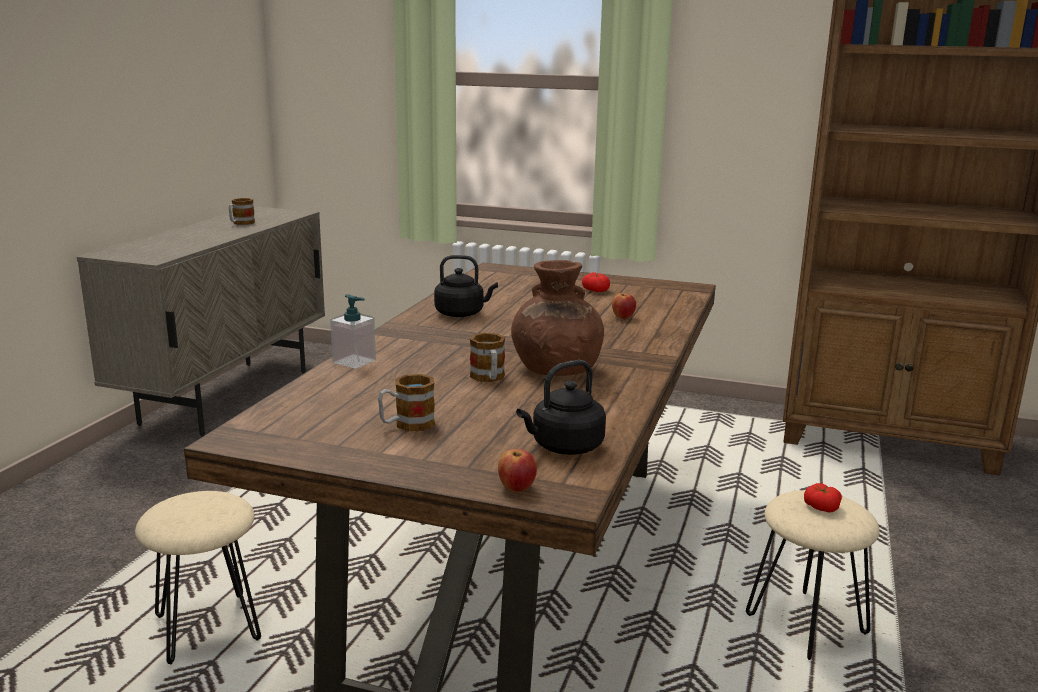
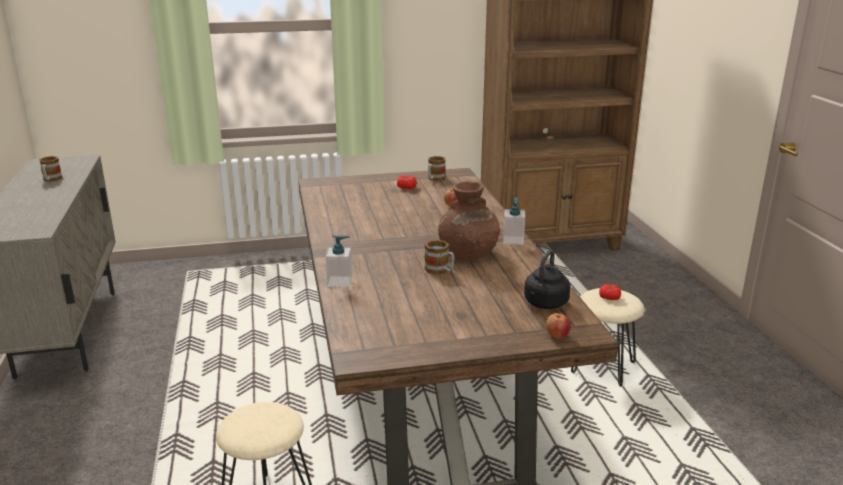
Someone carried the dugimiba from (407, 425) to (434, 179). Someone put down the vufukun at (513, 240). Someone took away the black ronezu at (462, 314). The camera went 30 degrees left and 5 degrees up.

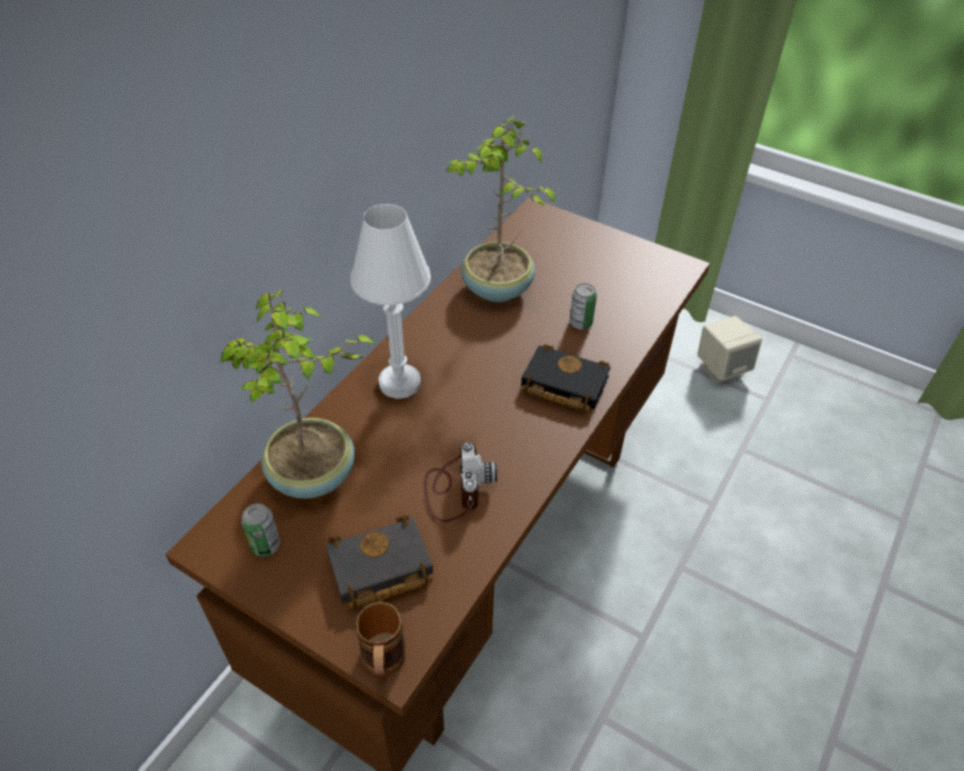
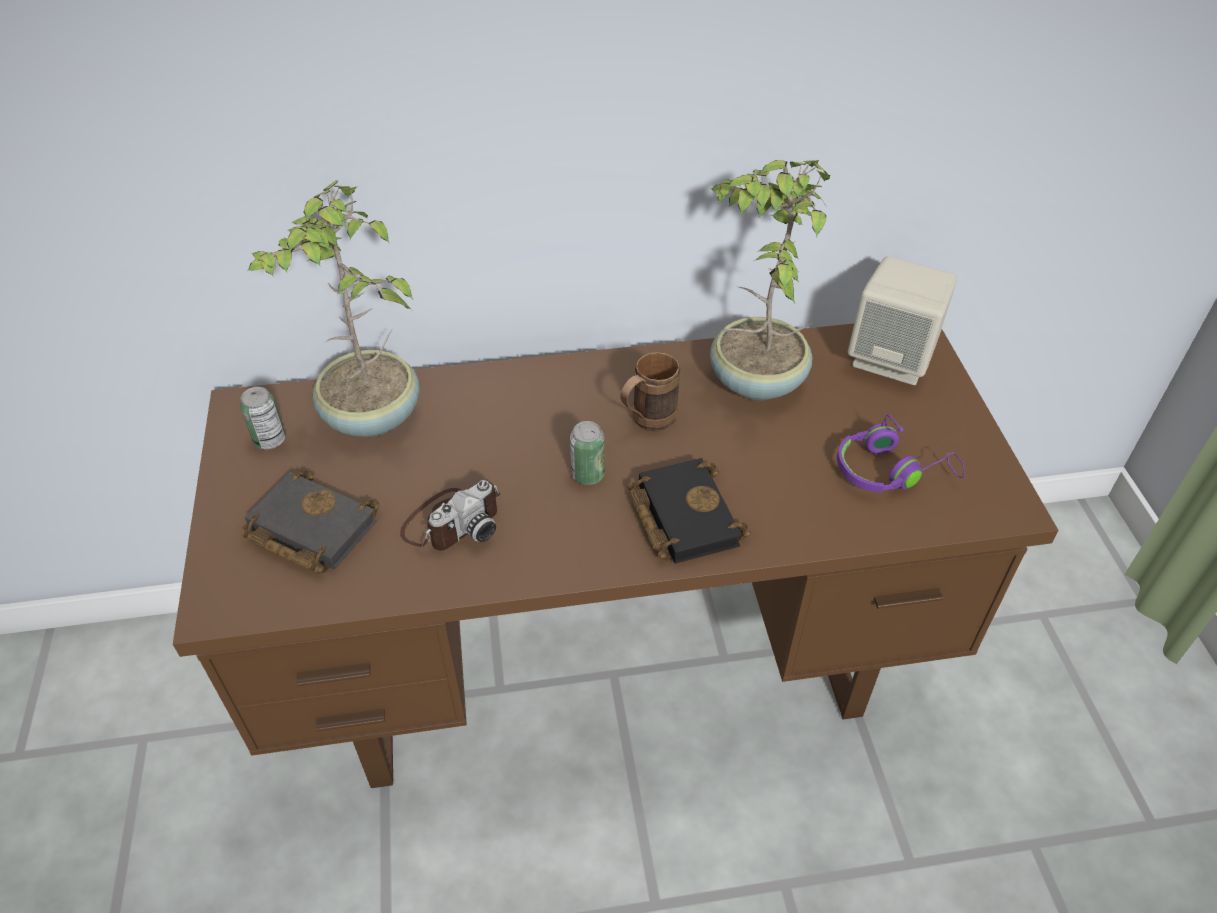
Someone carried the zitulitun from (580, 323) to (588, 475). Someone carried the brown dugimiba from (383, 667) to (646, 422). Someone put down the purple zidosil at (890, 470). Someone carried the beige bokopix from (721, 368) to (892, 358). Someone took away the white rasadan at (400, 383). The camera went 50 degrees right and 0 degrees up.

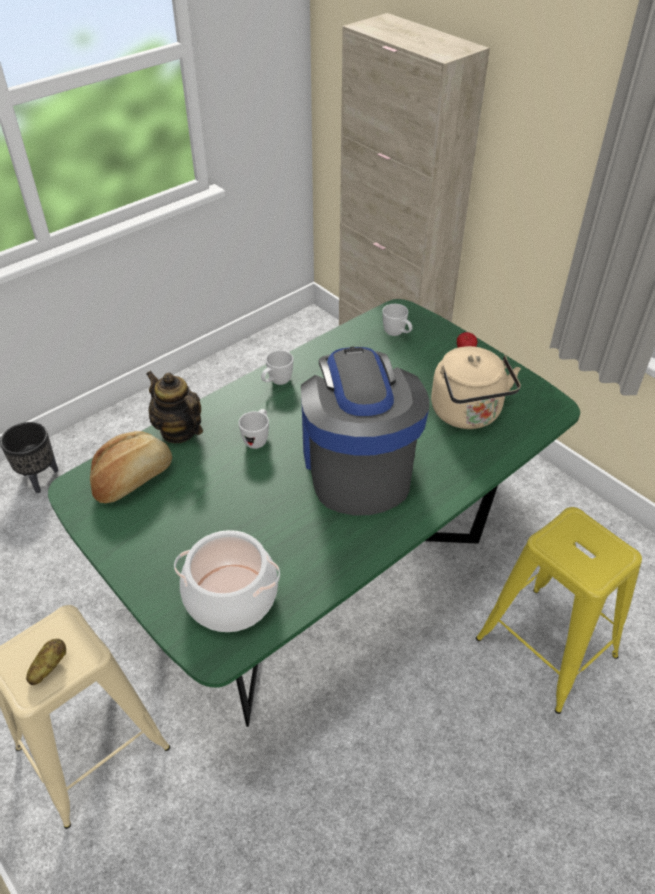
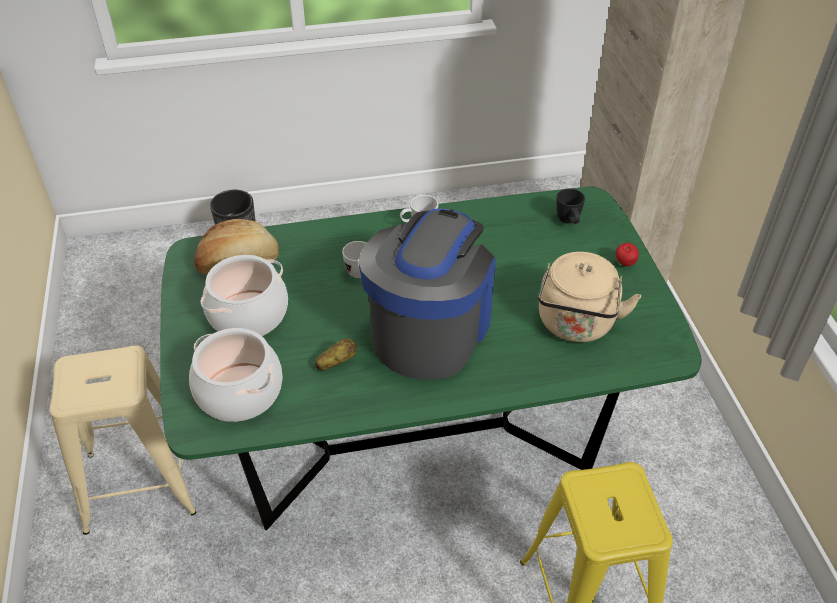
Someone put down the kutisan at (248, 314). Someone carried the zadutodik from (49, 667) to (336, 362). Someone repainted the white dugimiba at (397, 334), which became the black dugimiba at (569, 222). Someone took away the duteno at (178, 431). The camera went 30 degrees right and 0 degrees up.

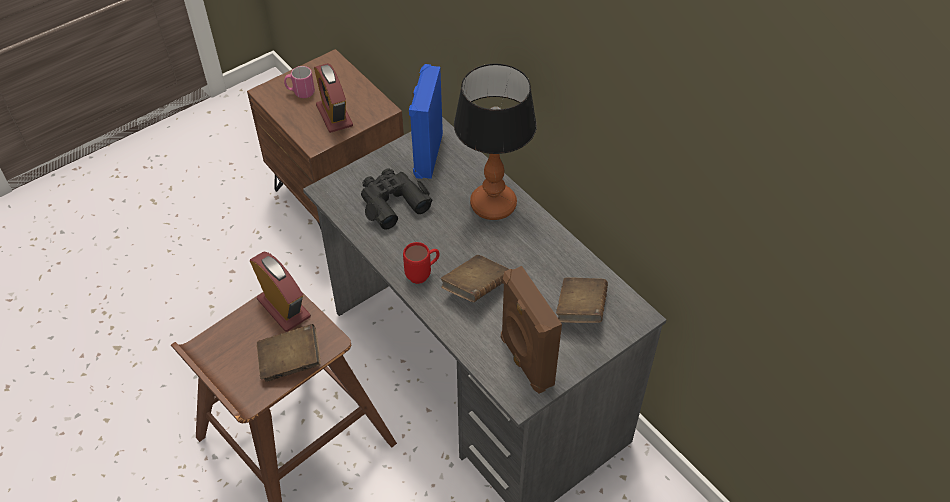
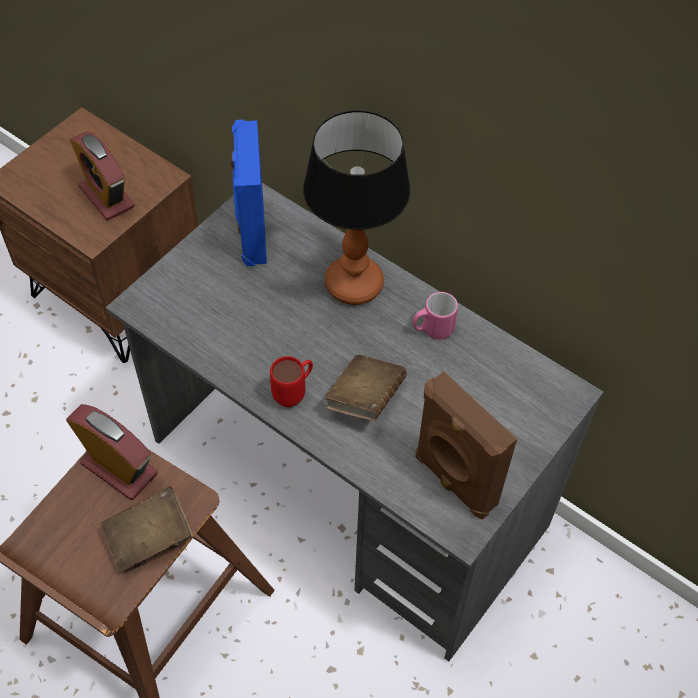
Someone carried the pink dugimiba from (300, 92) to (432, 329). Someone took away the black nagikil at (392, 202). Someone took away the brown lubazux at (580, 310). The camera went 15 degrees left and 5 degrees up.

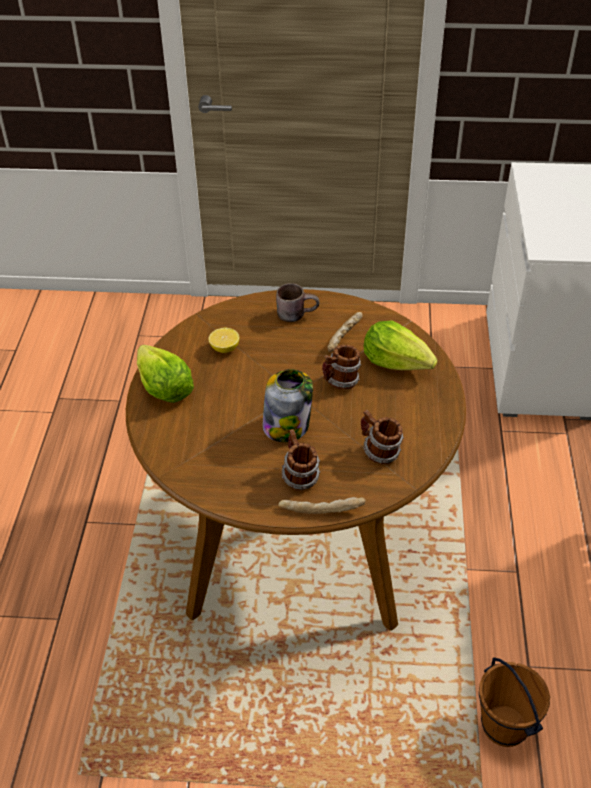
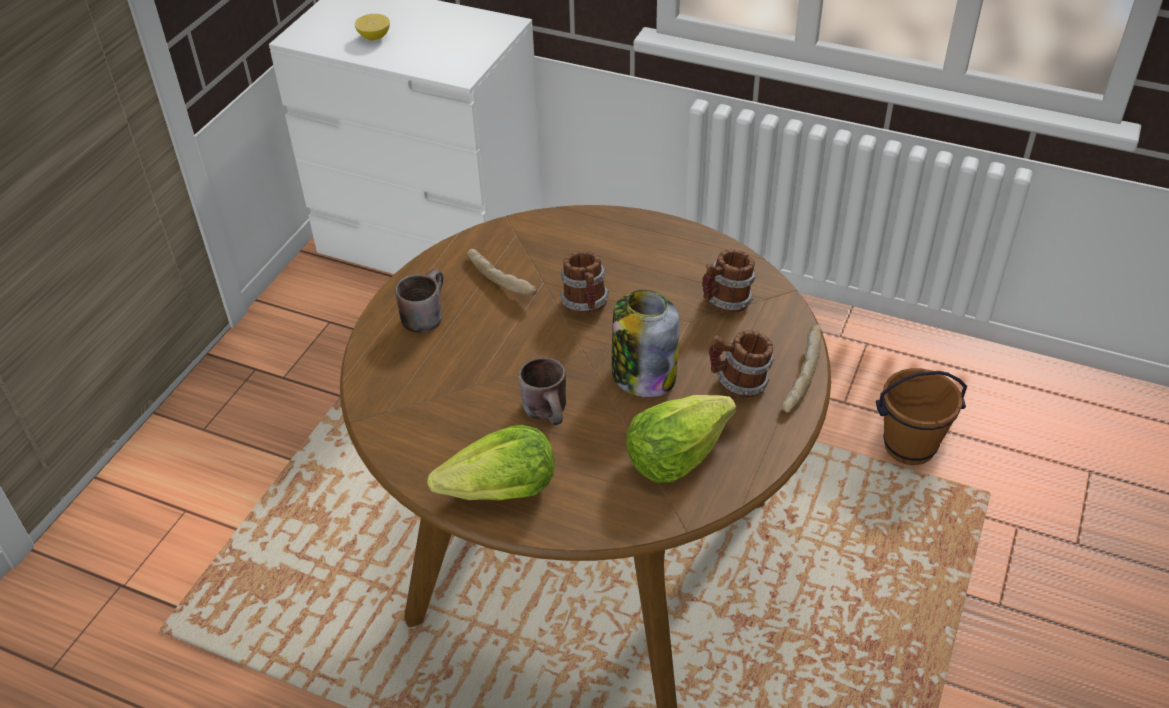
Someone carried the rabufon from (224, 348) to (374, 37). Someone put down the brown dugimiba at (551, 412). Someone carried the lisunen from (397, 362) to (676, 454). The camera went 70 degrees left and 0 degrees up.

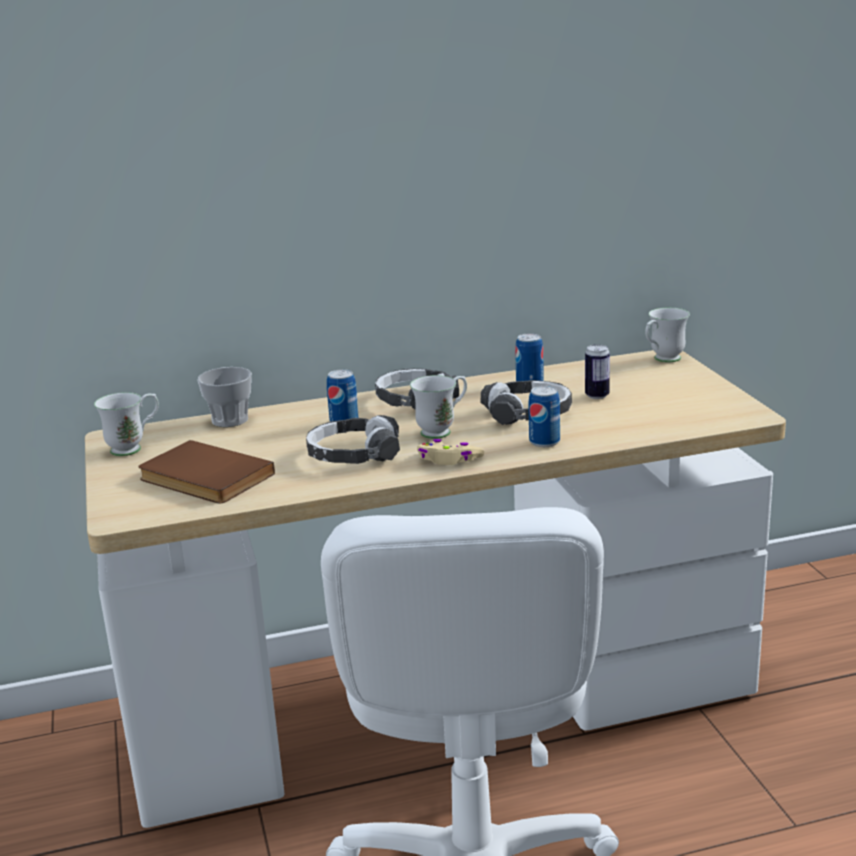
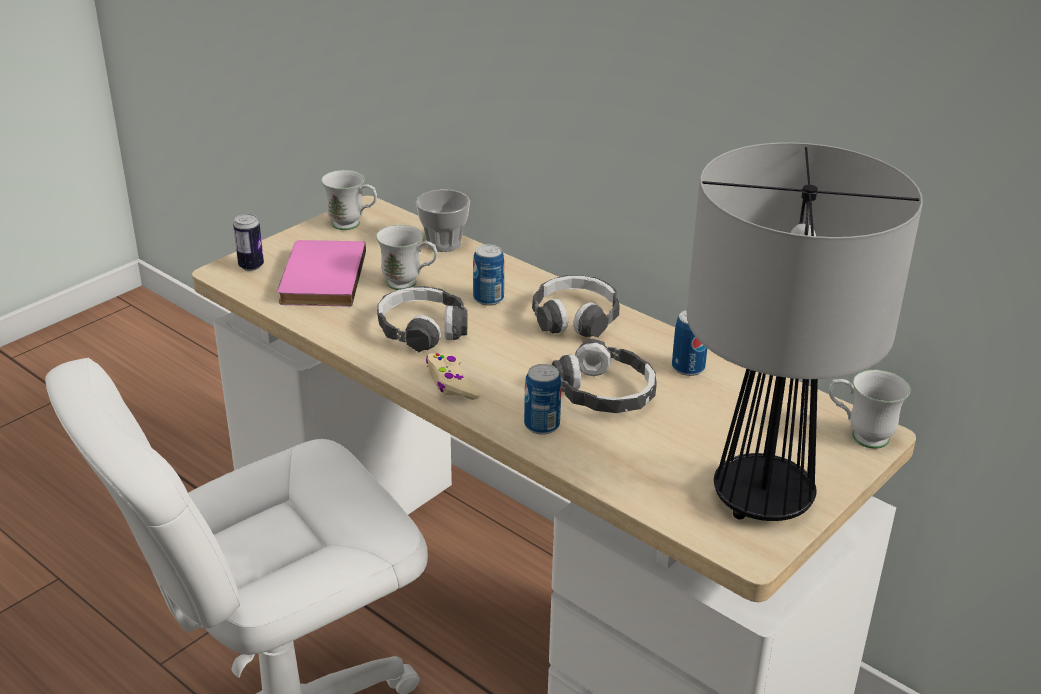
Someone carried the zitulitun from (597, 396) to (251, 266). Someone repainted the brown lubazux at (203, 478), which became the pink lubazux at (319, 277). Someone carried the white dugimiba from (442, 430) to (409, 284). Someone put down the rasadan at (761, 498). The camera went 55 degrees right and 10 degrees up.

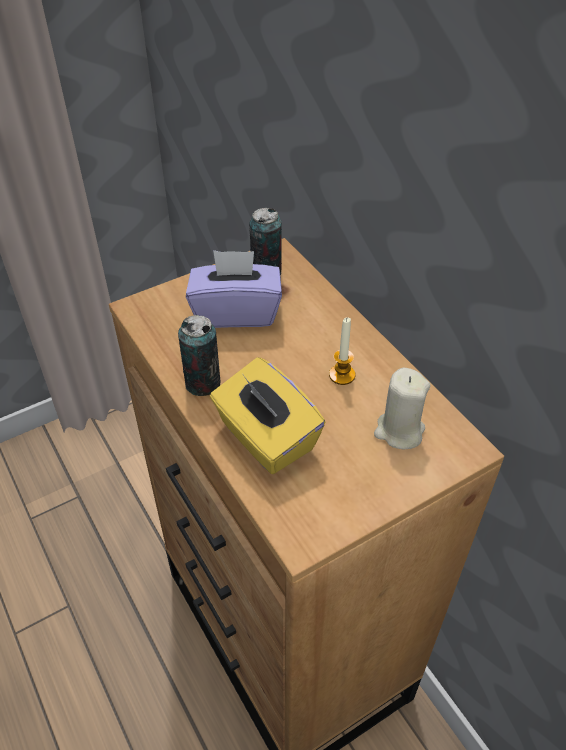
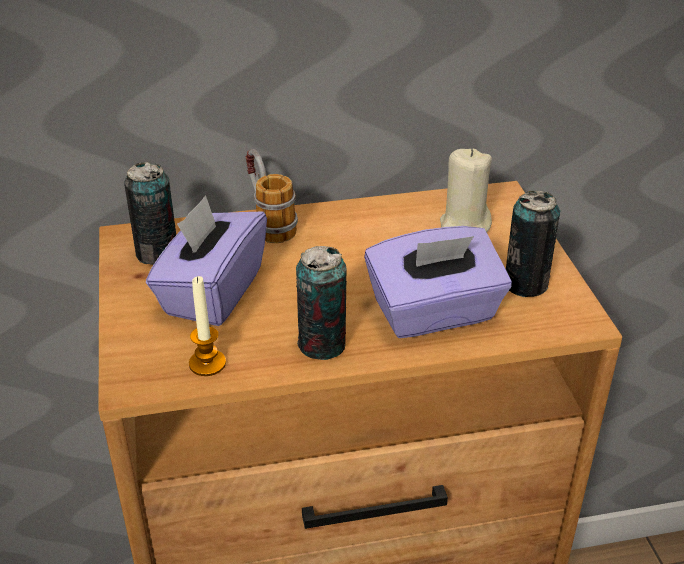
Someone carried the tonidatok from (342, 375) to (207, 363). Someone put down the dugimiba at (268, 222). Someone repainted the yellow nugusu at (266, 438), which became the purple nugusu at (434, 313). Someone put down the zitulitun at (525, 284). The camera went 70 degrees left and 10 degrees down.

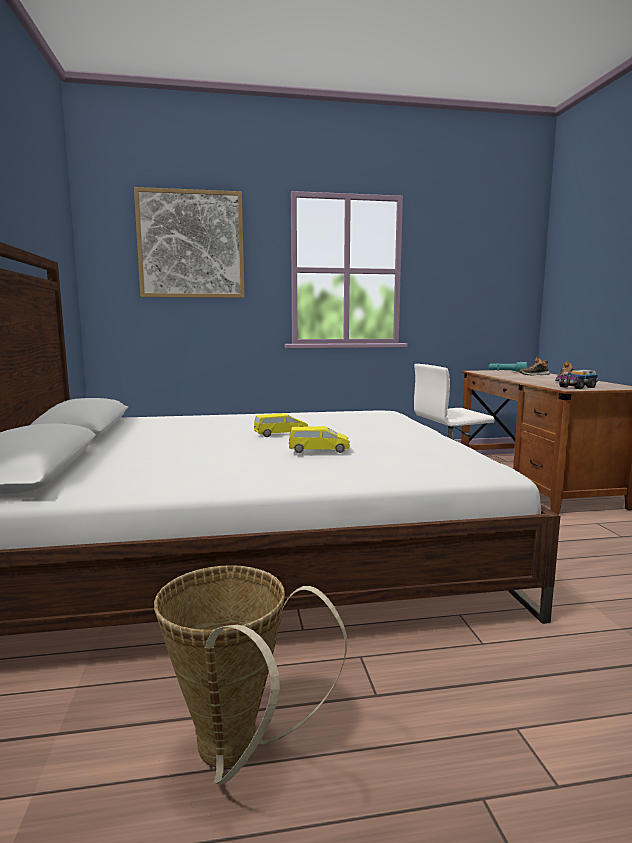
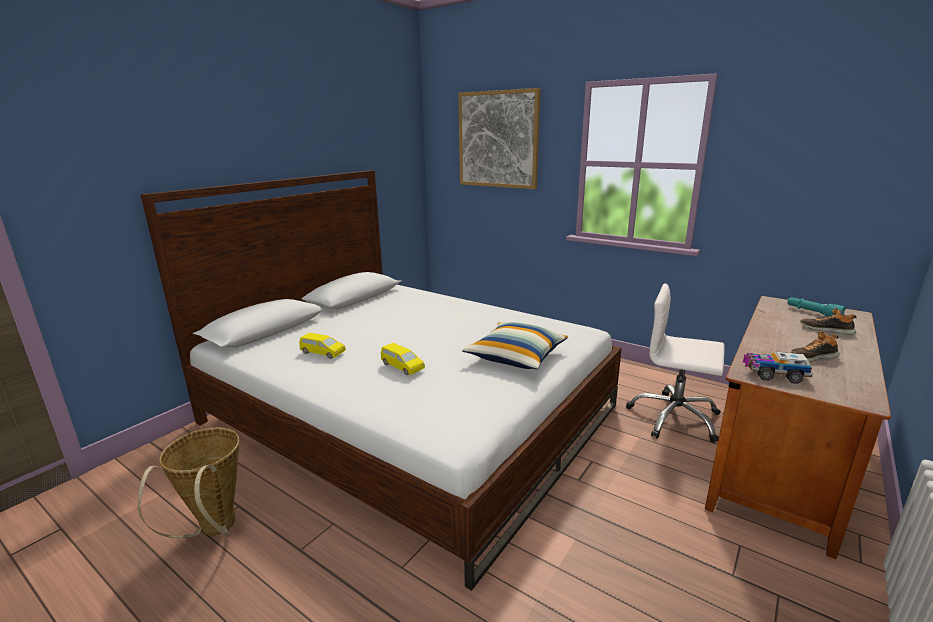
Someone carried the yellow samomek from (281, 434) to (322, 353). Someone put down the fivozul at (516, 357). The camera went 45 degrees right and 10 degrees up.

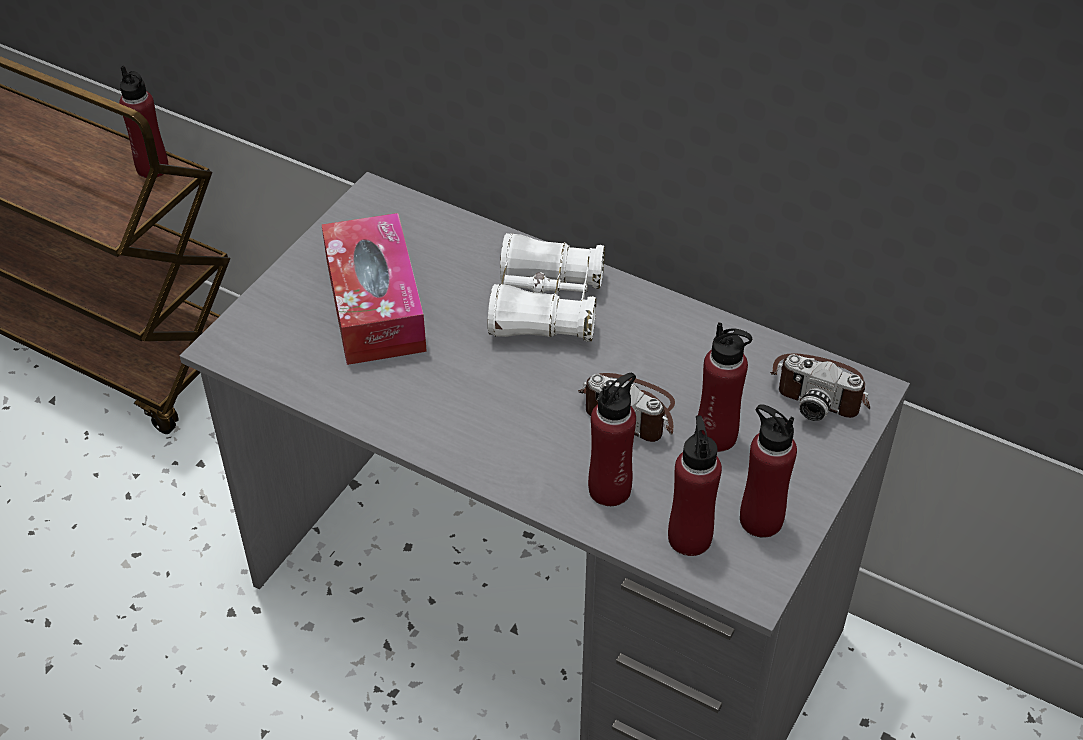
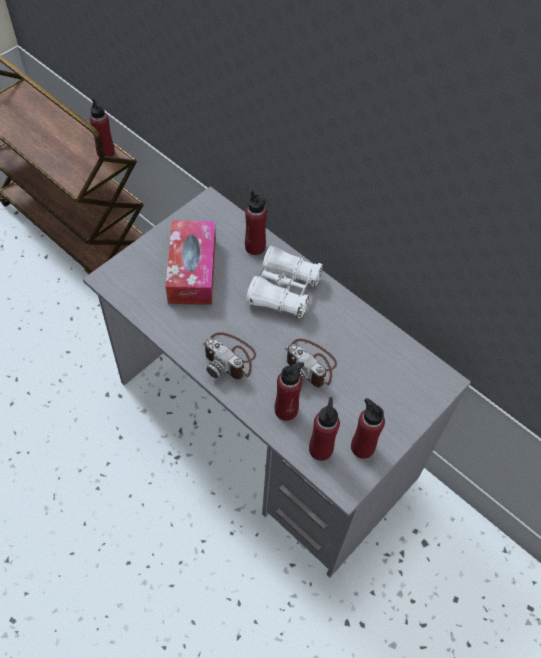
Someone carried the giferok from (820, 389) to (229, 358). Someone carried the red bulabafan from (716, 436) to (255, 247). The camera went 10 degrees right and 10 degrees up.

